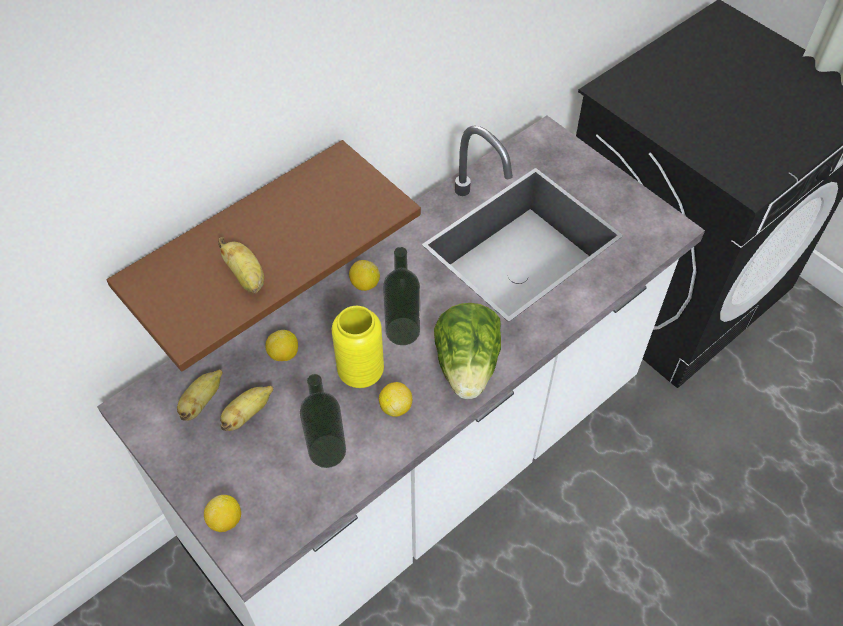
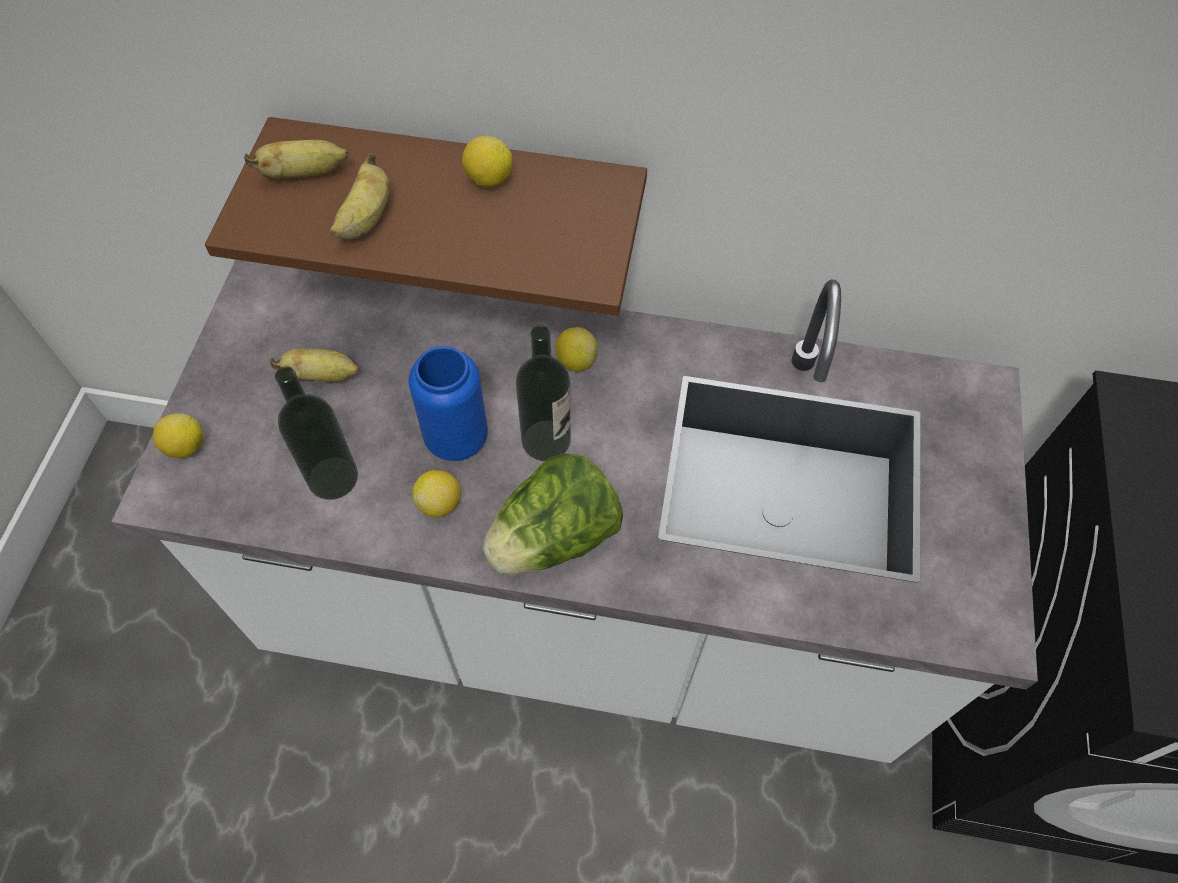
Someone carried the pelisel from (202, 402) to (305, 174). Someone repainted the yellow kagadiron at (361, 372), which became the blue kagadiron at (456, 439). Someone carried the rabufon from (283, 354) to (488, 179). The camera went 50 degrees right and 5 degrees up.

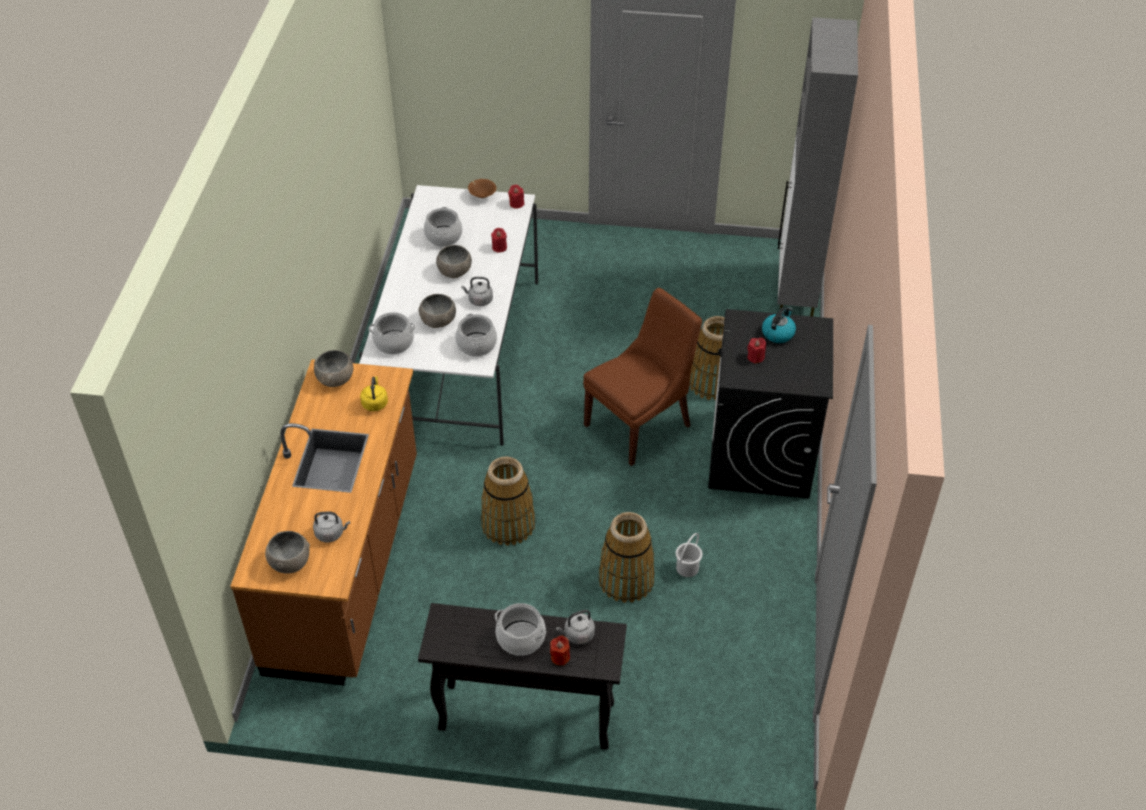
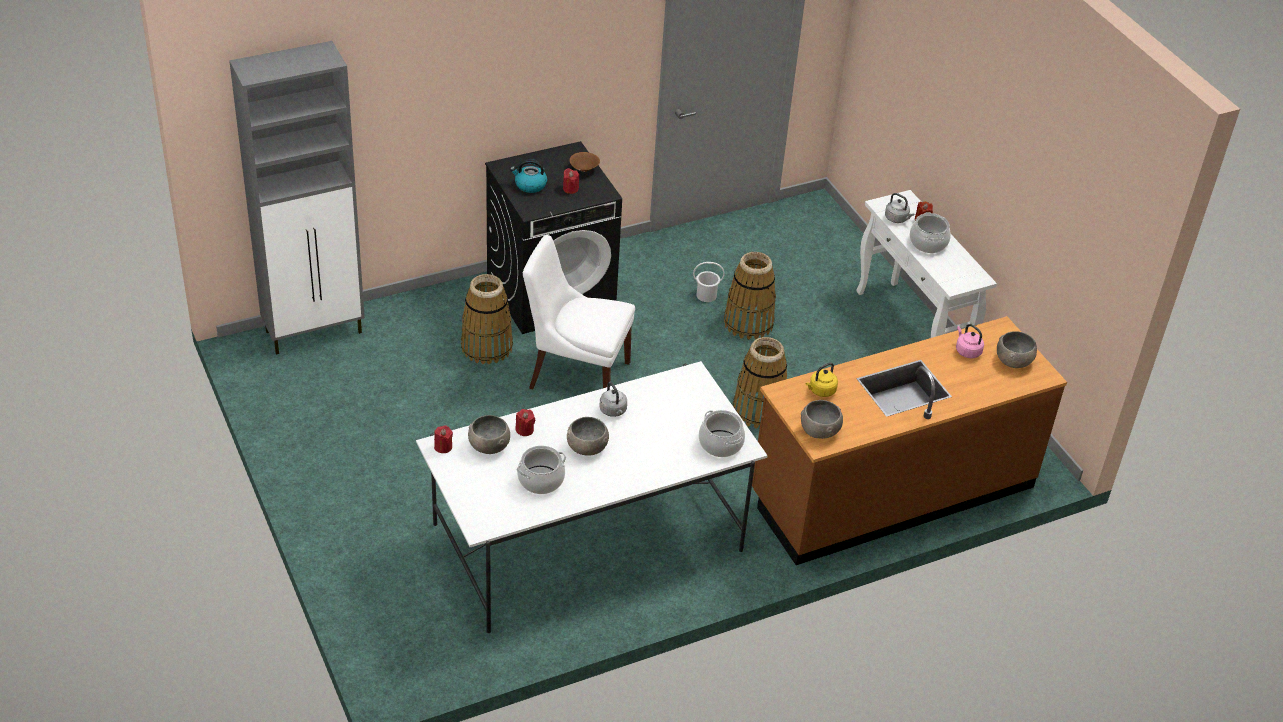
Someone carried the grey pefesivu from (438, 320) to (489, 446). Someone repainted the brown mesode at (640, 423), which became the white mesode at (576, 374). Someone carried the brown pefesivu from (482, 195) to (583, 170). Someone repainted the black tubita at (525, 716), which became the white tubita at (912, 330). Someone repainted the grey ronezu at (331, 533), which became the pink ronezu at (967, 351). Someone took away the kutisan at (476, 344). The camera went 125 degrees left and 5 degrees down.

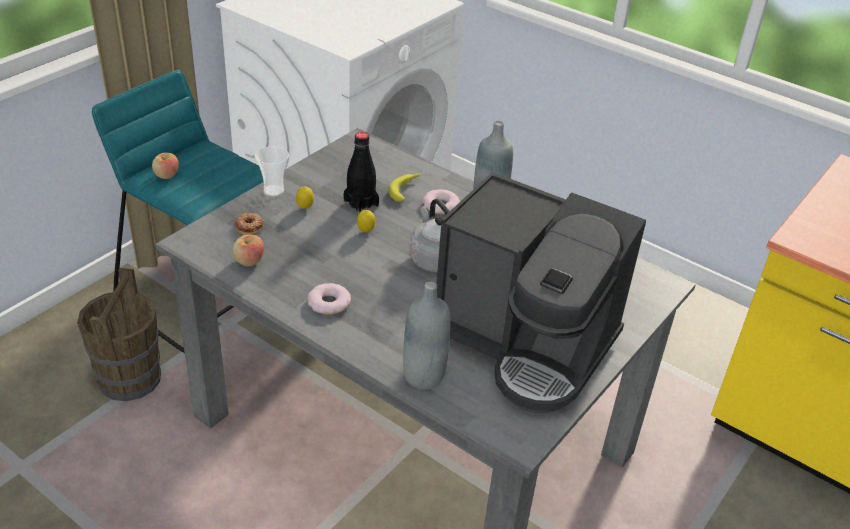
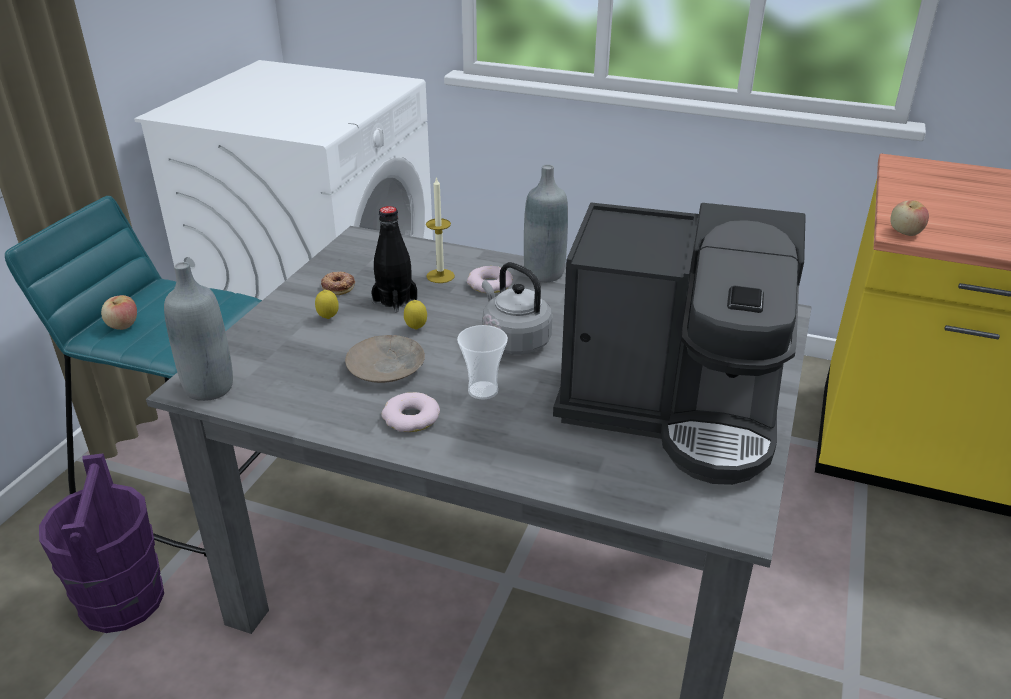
Someone repainted the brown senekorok at (130, 378), which became the purple senekorok at (122, 599). Someone carried the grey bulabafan from (424, 375) to (209, 388). Someone carried the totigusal from (249, 226) to (338, 286). Someone put down the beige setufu at (386, 367). Someone swapped the pelisel at (406, 189) for the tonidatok at (440, 276). Someone carried the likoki from (273, 191) to (483, 390). Someone carried the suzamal from (249, 261) to (905, 232). The camera went 15 degrees left and 5 degrees down.

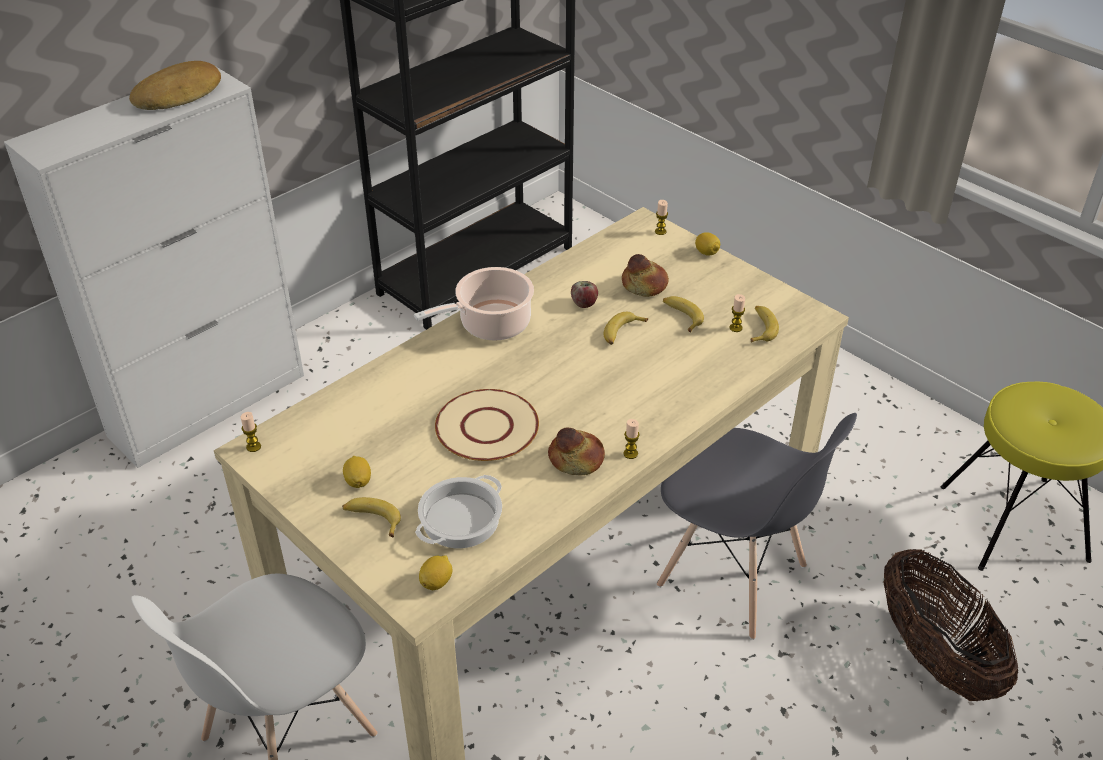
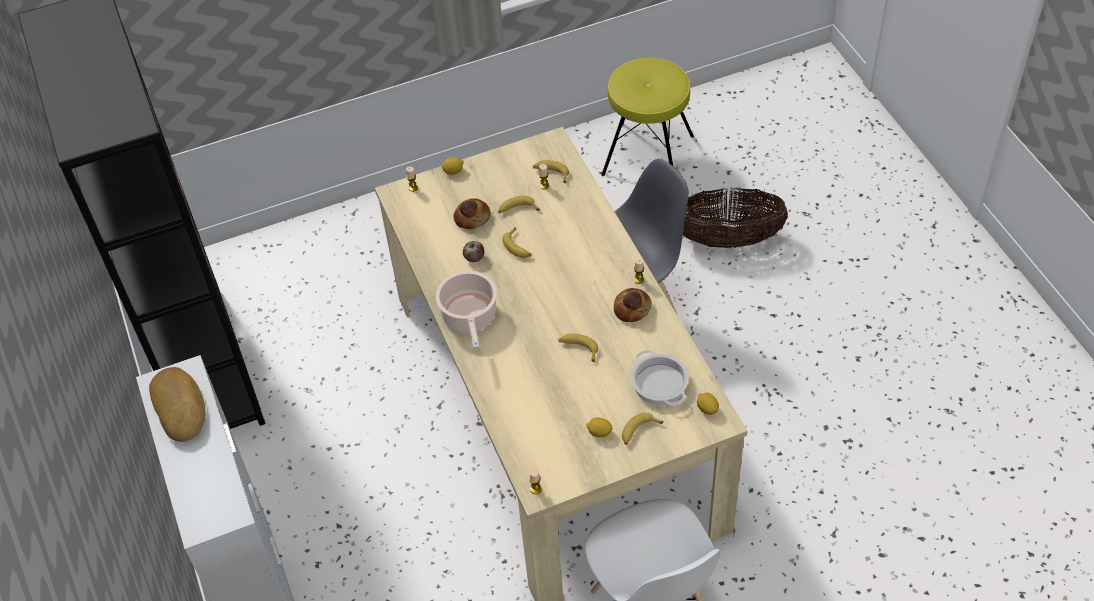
Someone swapped the beige setufu at (486, 427) for the pelisel at (578, 348). The camera went 65 degrees left and 10 degrees up.

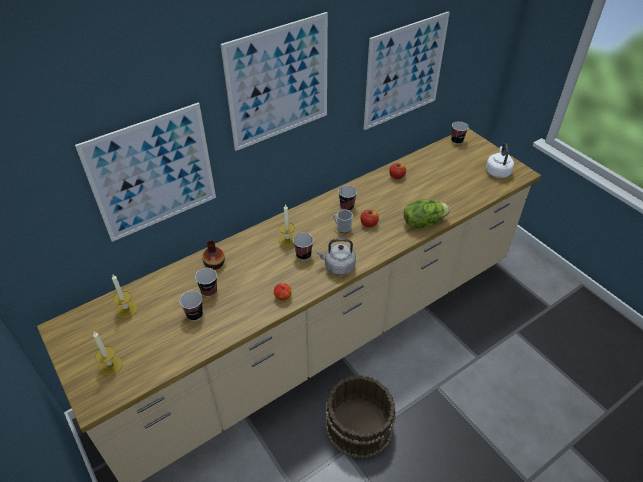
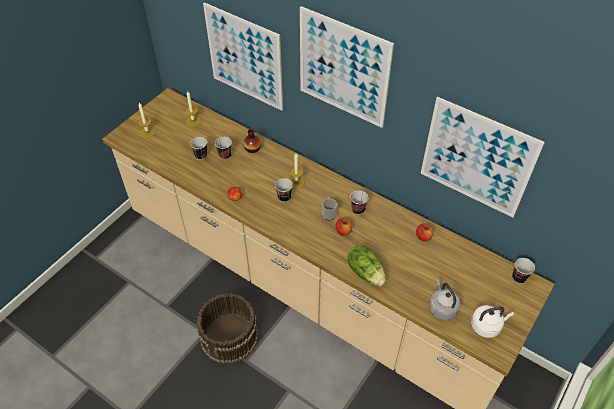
Someone carried the grey ronezu from (338, 266) to (442, 307). The camera went 70 degrees right and 5 degrees up.

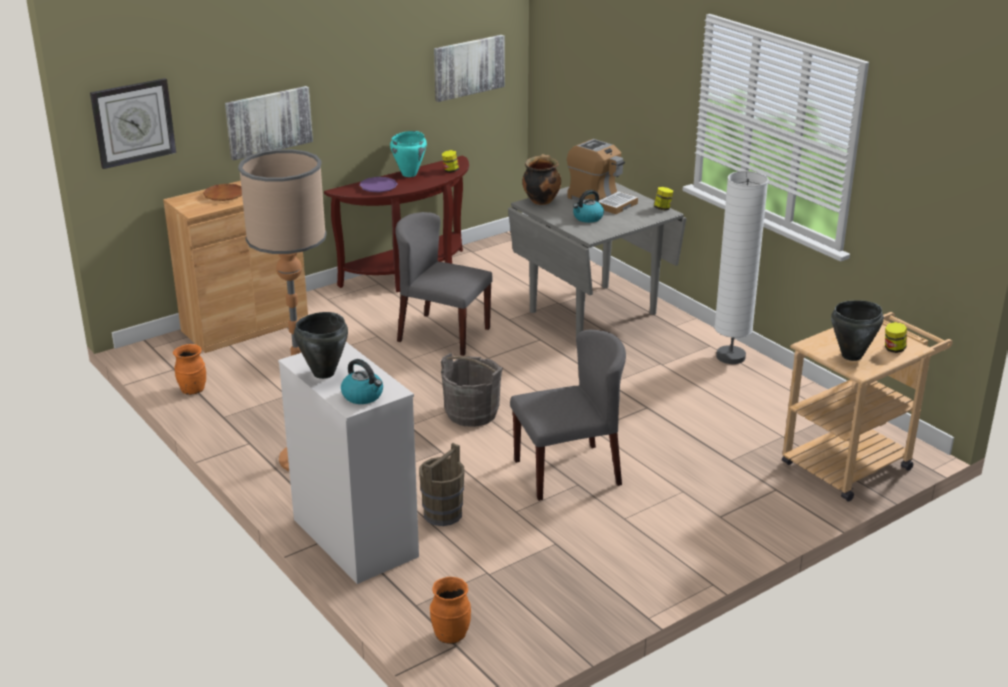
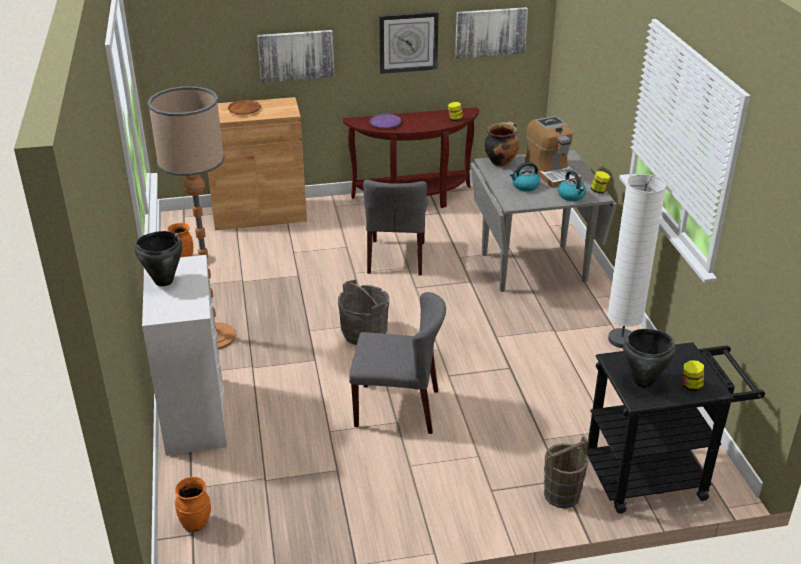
Someone rotated the grey mesode at (443, 334) by 135 degrees counterclockwise. Someone carried the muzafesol from (133, 122) to (408, 42). Someone carried the brown senekorok from (442, 514) to (561, 495). Someone carried the ronezu from (363, 396) to (571, 196). Someone repainted the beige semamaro at (854, 461), which became the black semamaro at (656, 475). Someone took away the turquoise kutisan at (409, 174). The camera went 25 degrees right and 5 degrees up.

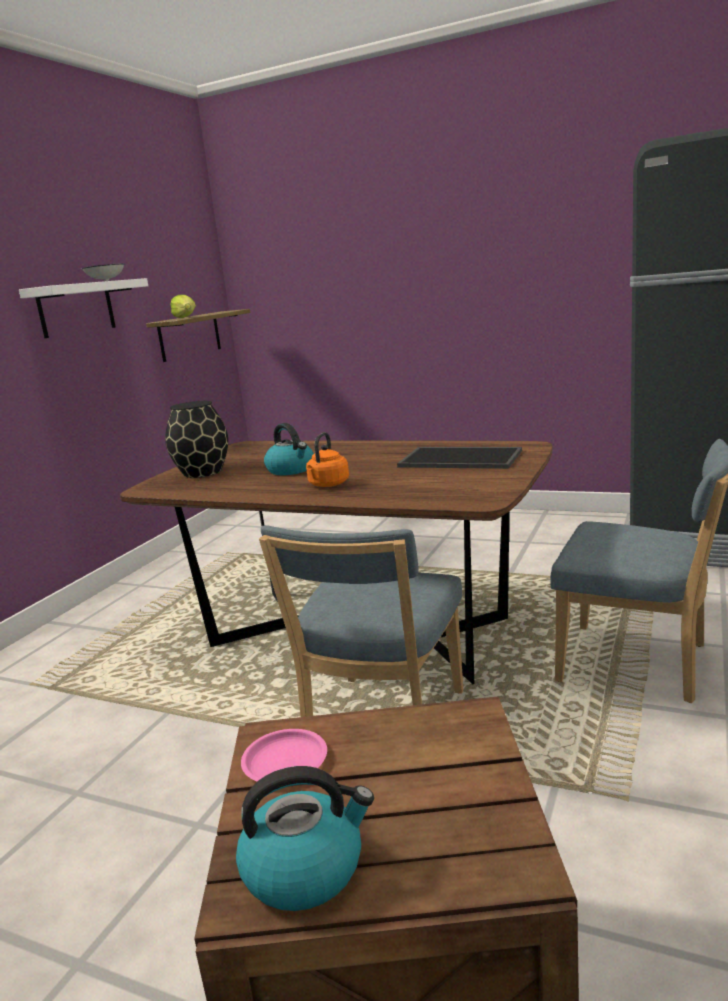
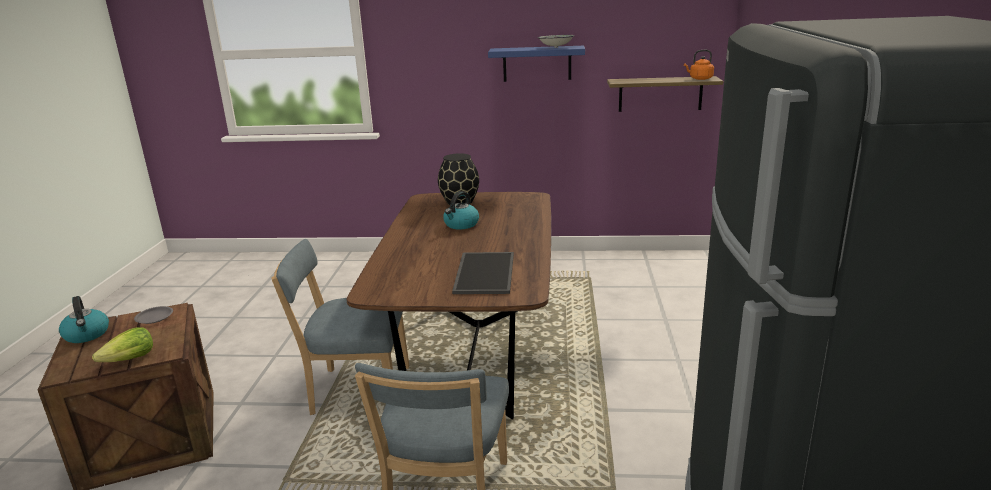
Someone carried the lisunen from (186, 317) to (130, 359). Someone repainted the pink setufu at (284, 762), which became the grey setufu at (154, 317). Someone repainted the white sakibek at (76, 309), which became the blue sakibek at (537, 63). Someone carried the orange ronezu from (328, 485) to (699, 79). The camera went 70 degrees right and 5 degrees up.

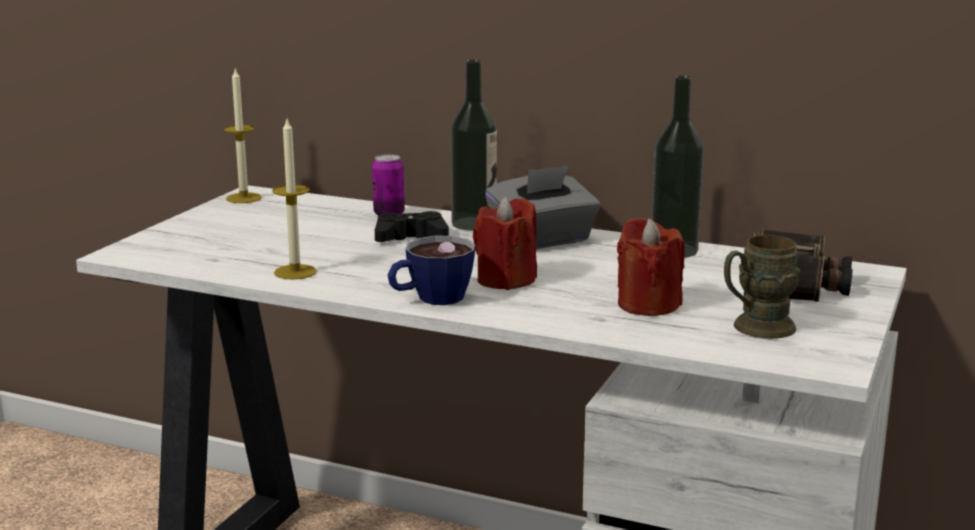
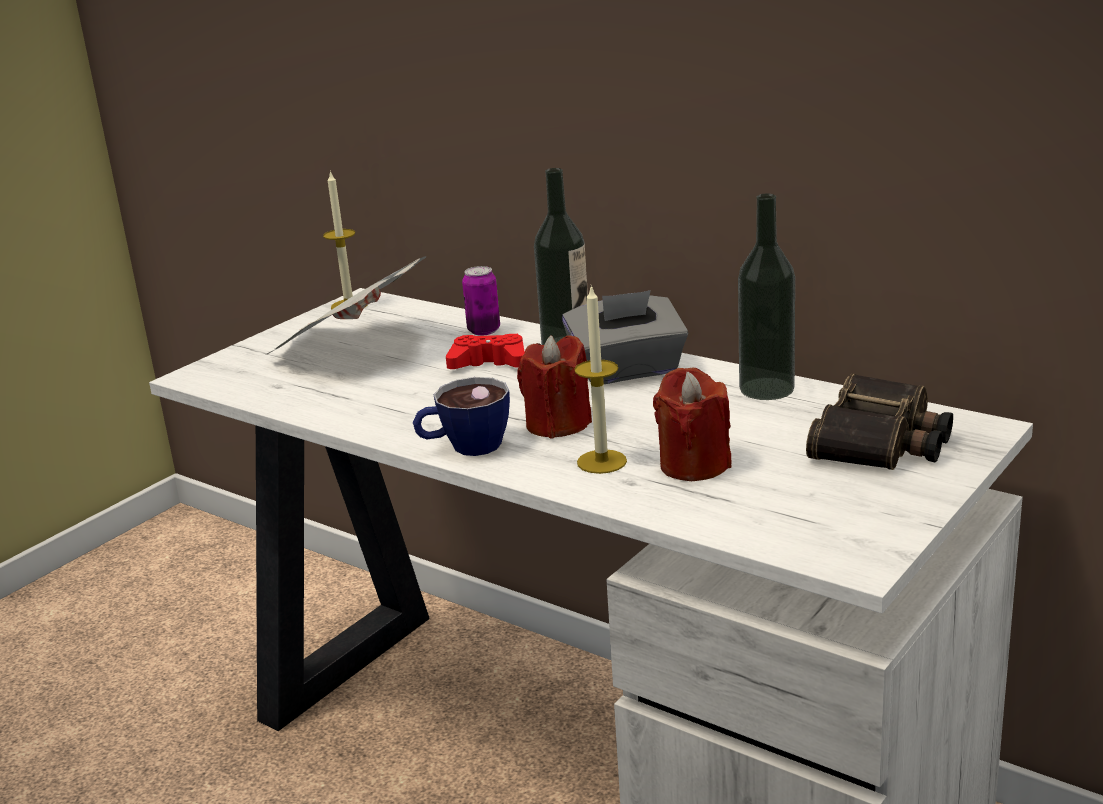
Someone put down the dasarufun at (351, 349). Someone repainted the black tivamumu at (410, 238), which became the red tivamumu at (489, 363). Someone carried the tonidatok from (295, 272) to (601, 461). Someone took away the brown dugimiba at (755, 329). The camera went 15 degrees right and 5 degrees up.

